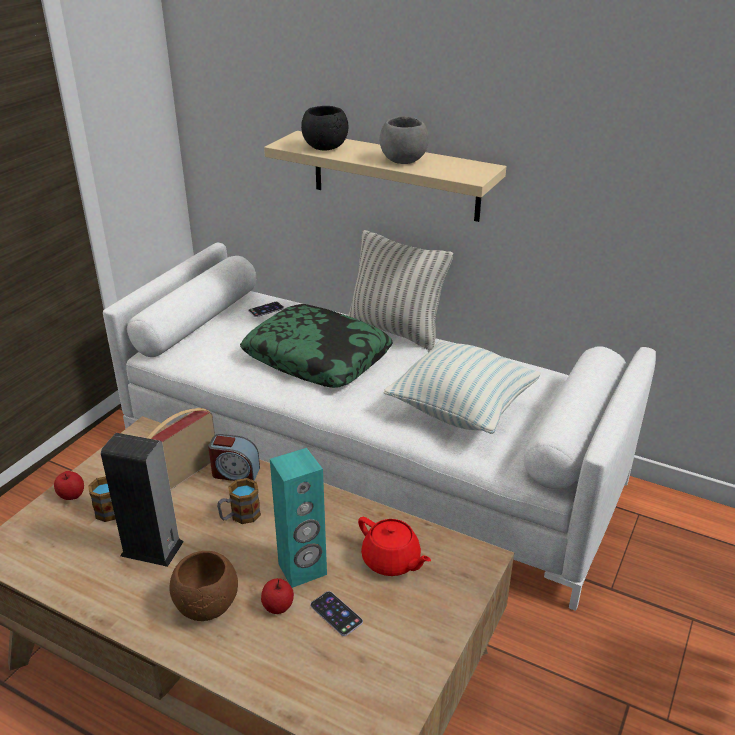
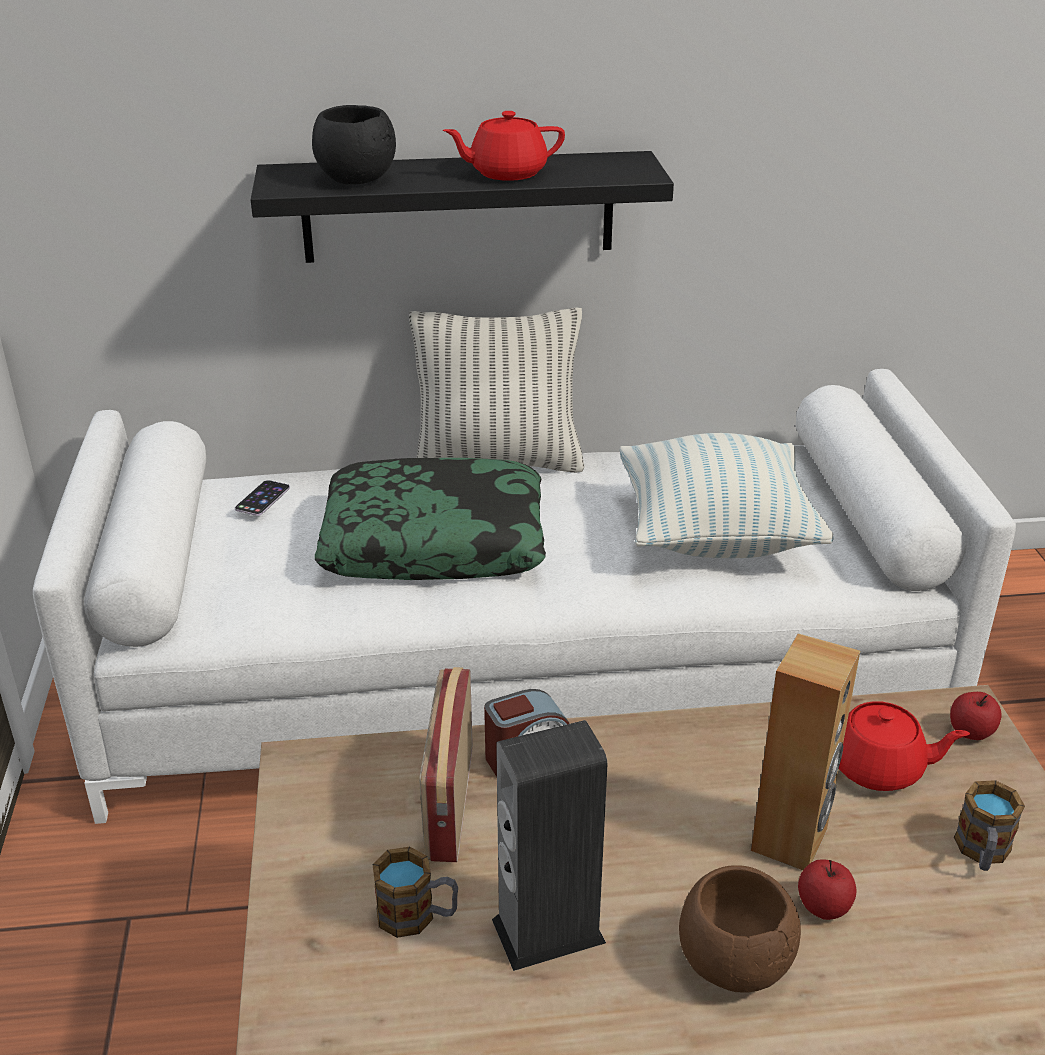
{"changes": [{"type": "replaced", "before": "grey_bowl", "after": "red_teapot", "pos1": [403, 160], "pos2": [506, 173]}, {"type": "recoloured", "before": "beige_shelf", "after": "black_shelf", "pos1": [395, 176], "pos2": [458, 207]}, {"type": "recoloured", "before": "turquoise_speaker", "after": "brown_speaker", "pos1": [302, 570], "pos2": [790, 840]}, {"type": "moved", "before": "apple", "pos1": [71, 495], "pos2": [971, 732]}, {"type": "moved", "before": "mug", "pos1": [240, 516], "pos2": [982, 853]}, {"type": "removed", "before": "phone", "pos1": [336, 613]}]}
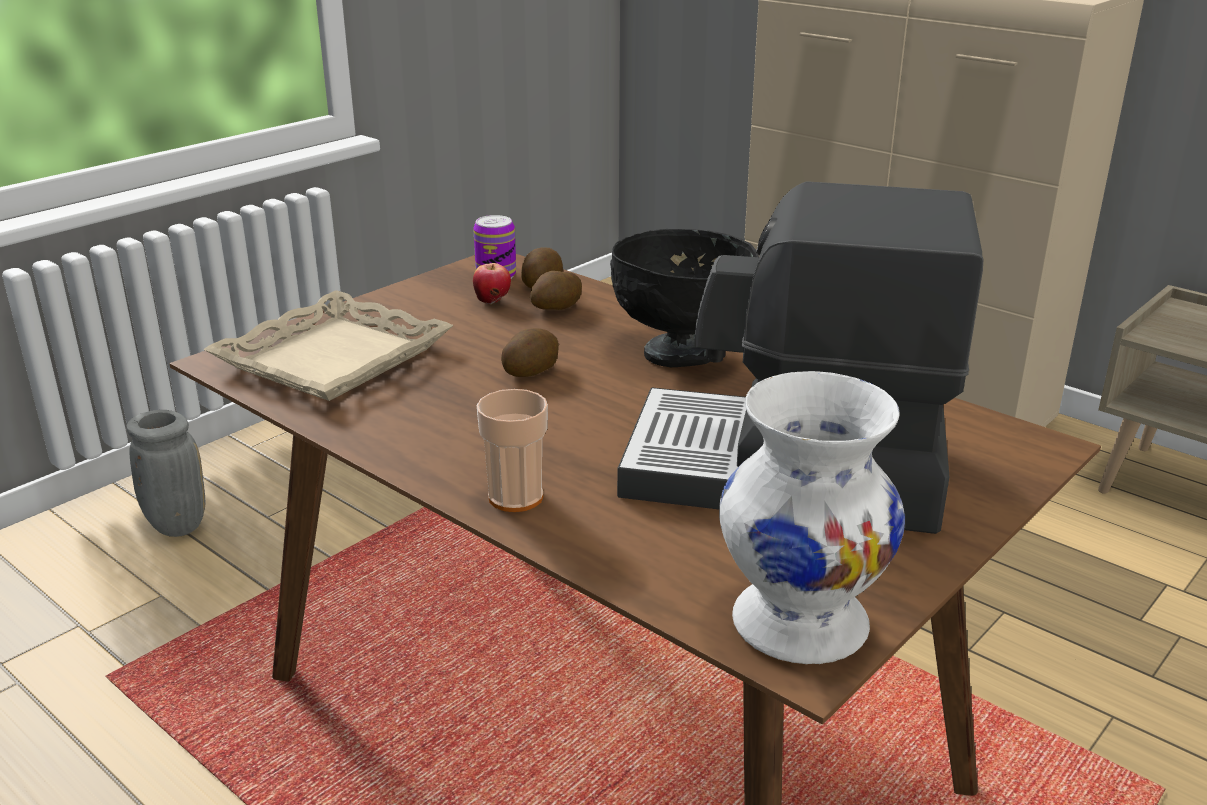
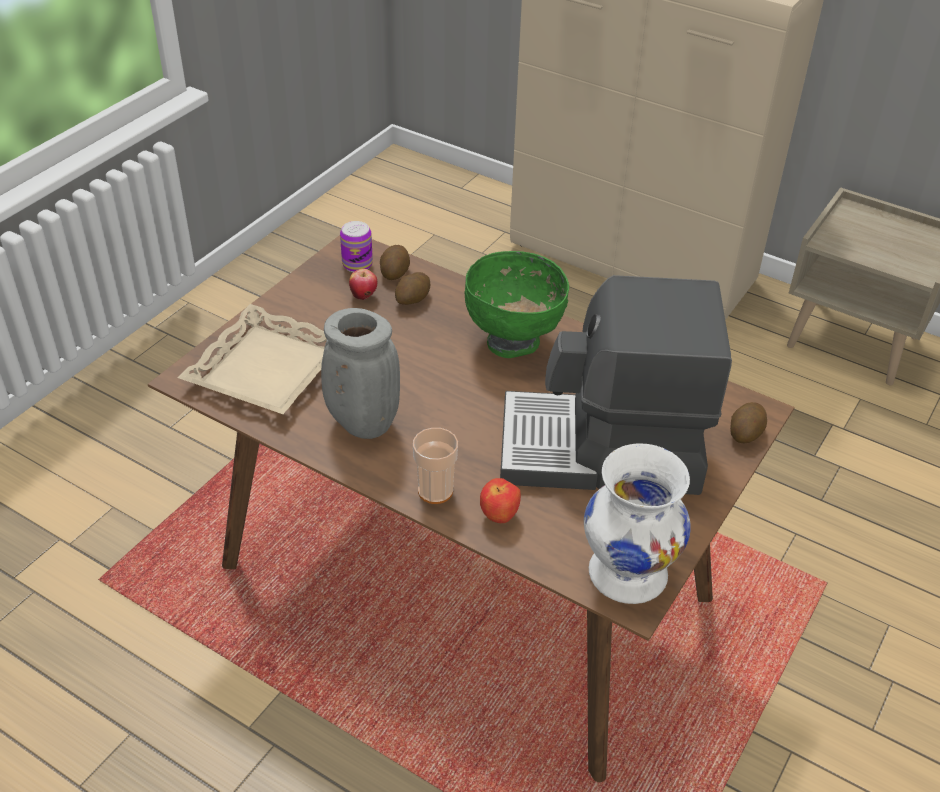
{"changes": [{"type": "recoloured", "before": "black_bowl", "after": "green_bowl", "pos1": [682, 354], "pos2": [513, 342]}, {"type": "moved", "before": "potato", "pos1": [531, 370], "pos2": [745, 433]}, {"type": "moved", "before": "grey_vase", "pos1": [175, 525], "pos2": [361, 424]}, {"type": "added", "after": "apple", "pos2": [499, 516]}]}
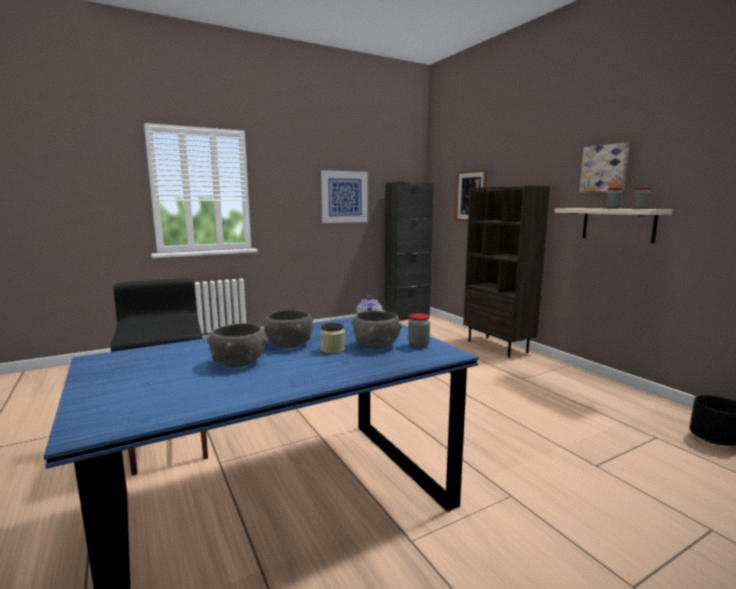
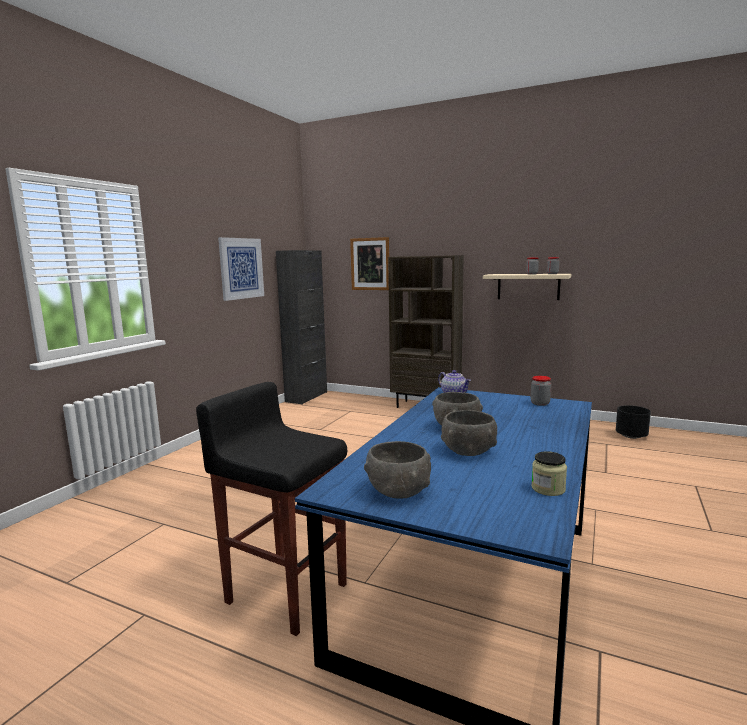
{"changes": [{"type": "removed", "before": "picture", "pos1": [604, 168]}, {"type": "moved", "before": "grey_bowl", "pos1": [376, 345], "pos2": [398, 491]}, {"type": "moved", "before": "jar", "pos1": [332, 349], "pos2": [548, 489]}]}
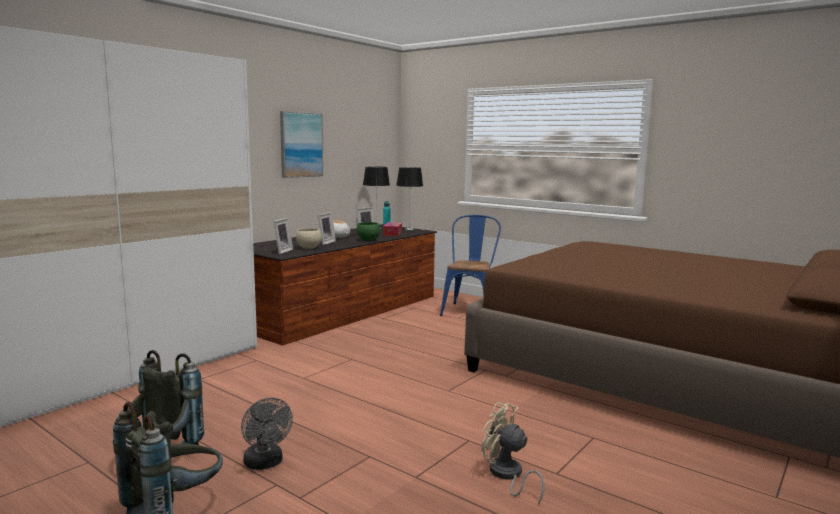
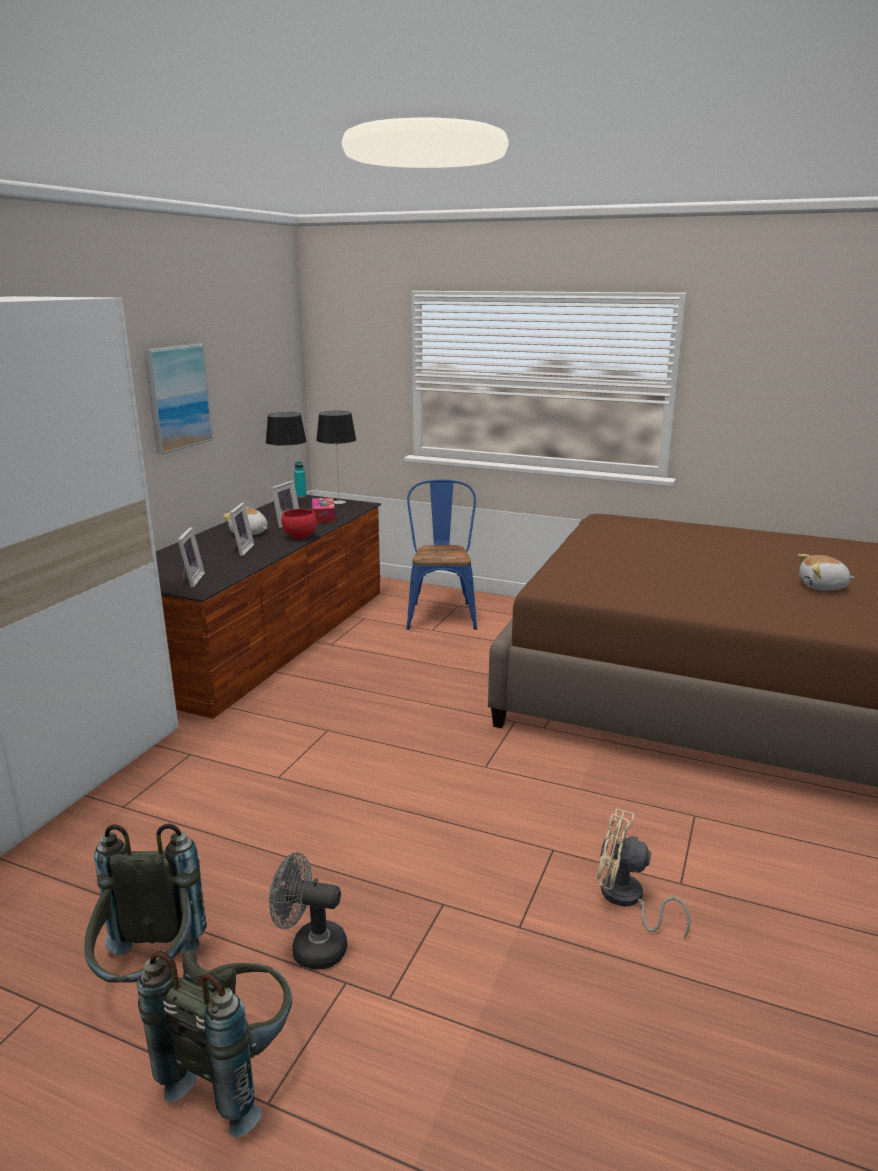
{"changes": [{"type": "recoloured", "before": "green_bowl", "after": "red_bowl", "pos1": [368, 240], "pos2": [300, 537]}, {"type": "removed", "before": "beige_bowl", "pos1": [308, 248]}, {"type": "turned", "before": "grey_fan", "pos1": [265, 463], "pos2": [310, 948], "turn": 150}, {"type": "added", "after": "plush_toy", "pos2": [822, 587]}]}
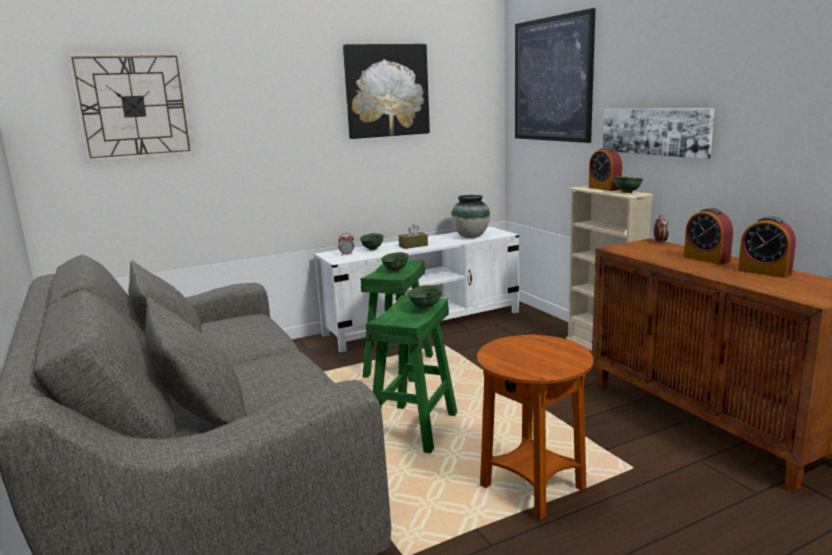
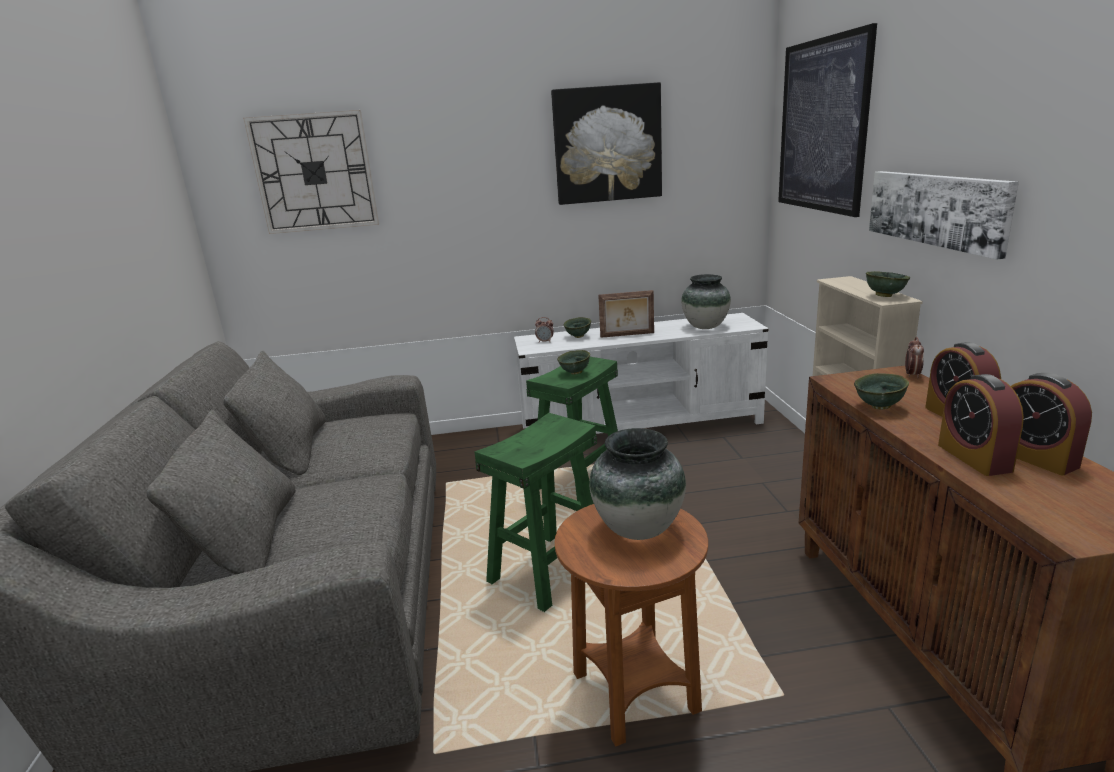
{"changes": [{"type": "moved", "before": "alarm_clock", "pos1": [604, 188], "pos2": [974, 457]}, {"type": "replaced", "before": "brown_tissue_box", "after": "picture_frame", "pos1": [413, 245], "pos2": [627, 335]}, {"type": "moved", "before": "green_bowl", "pos1": [426, 308], "pos2": [879, 407]}, {"type": "added", "after": "vase", "pos2": [638, 529]}]}
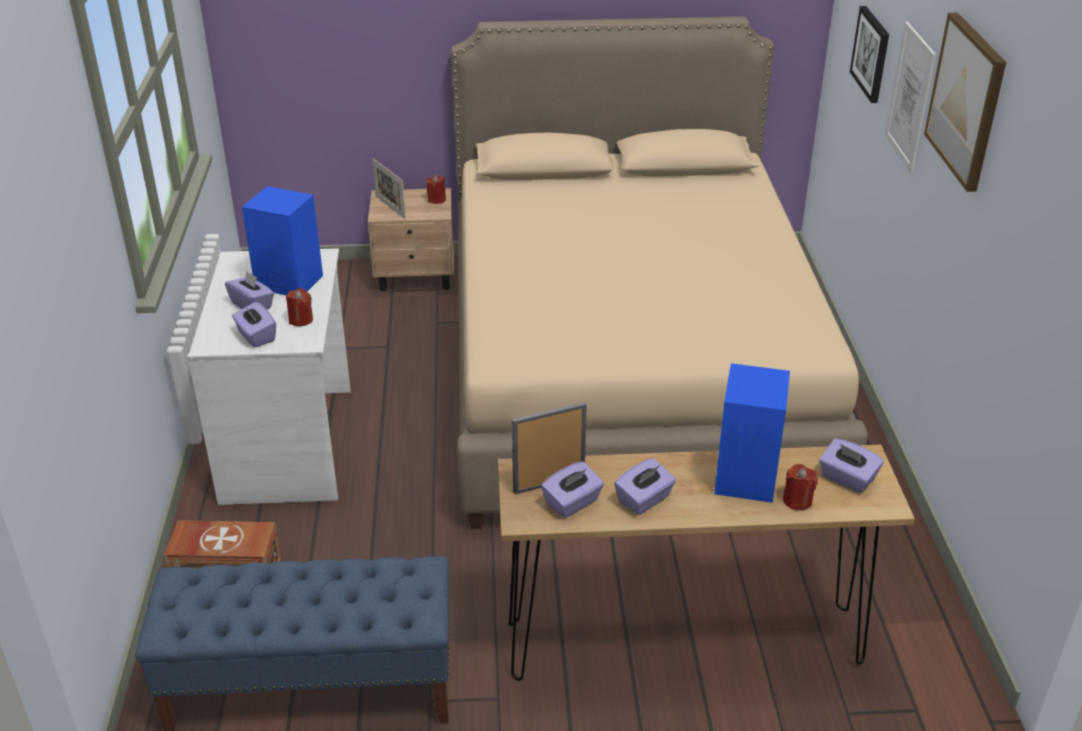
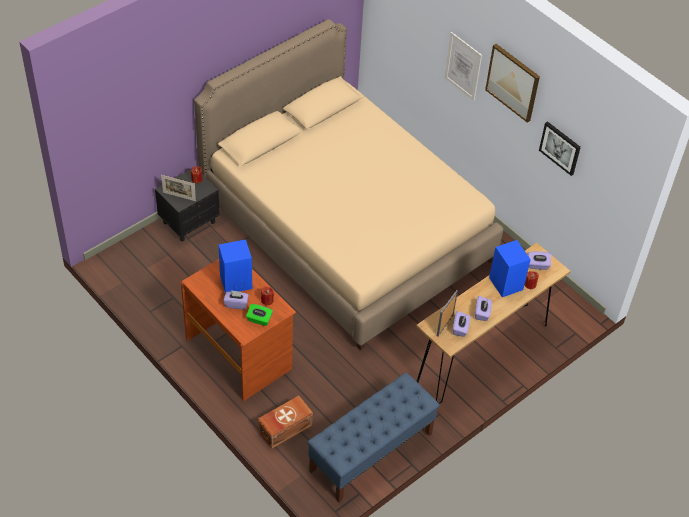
{"changes": [{"type": "moved", "before": "picture", "pos1": [871, 53], "pos2": [560, 147]}, {"type": "recoloured", "before": "beige_nightstand", "after": "black_nightstand", "pos1": [416, 276], "pos2": [190, 222]}, {"type": "recoloured", "before": "white_desk", "after": "brown_desk", "pos1": [290, 444], "pos2": [239, 353]}, {"type": "recoloured", "before": "purple_tissue_box", "after": "green_tissue_box", "pos1": [256, 336], "pos2": [259, 319]}]}
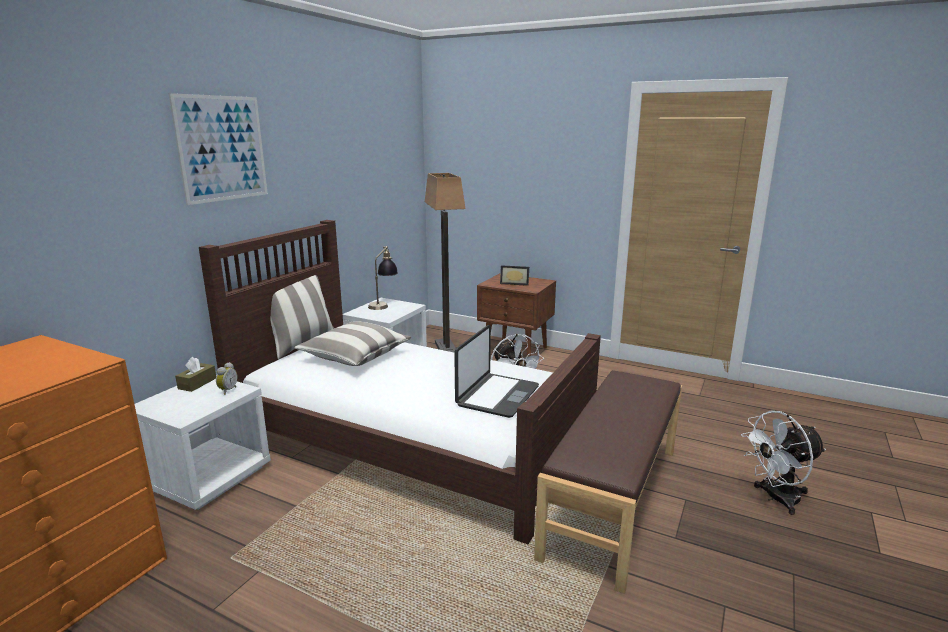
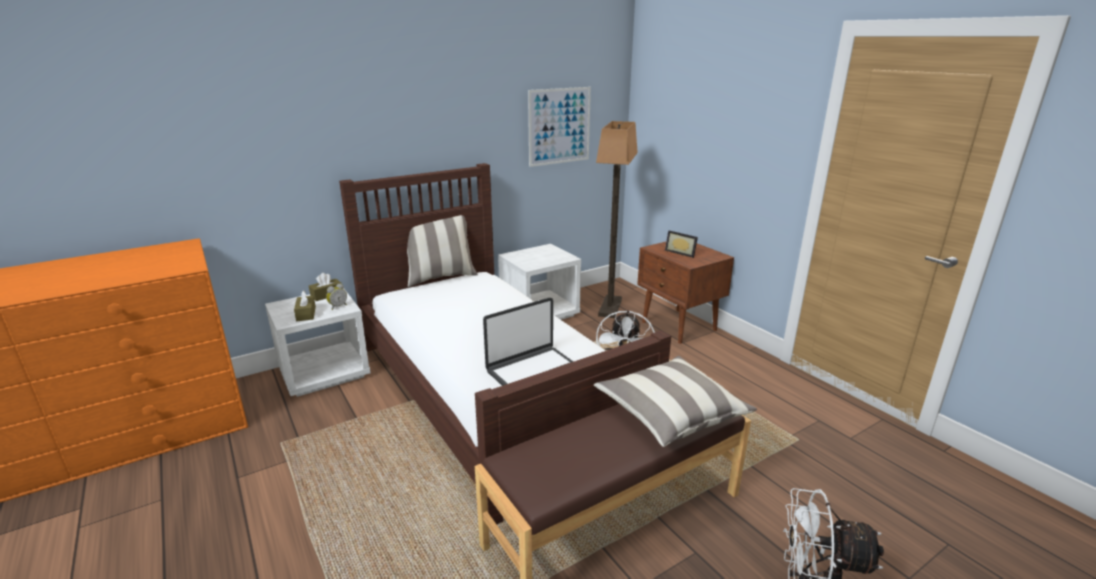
{"changes": [{"type": "moved", "before": "picture", "pos1": [222, 148], "pos2": [559, 126]}, {"type": "removed", "before": "table_lamp", "pos1": [383, 304]}, {"type": "moved", "before": "pillow", "pos1": [355, 356], "pos2": [670, 414]}, {"type": "added", "after": "brown_tissue_box", "pos2": [306, 314]}]}
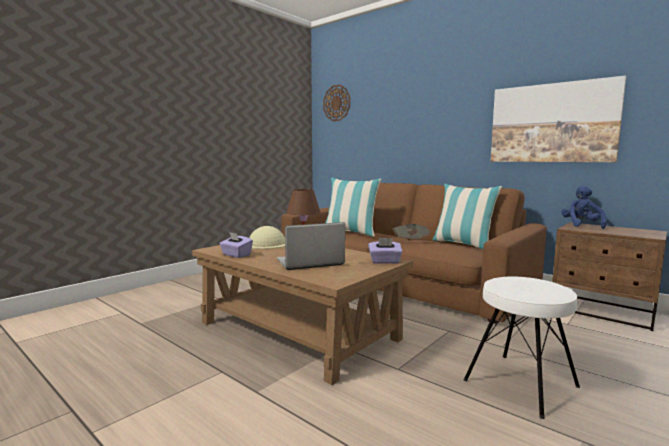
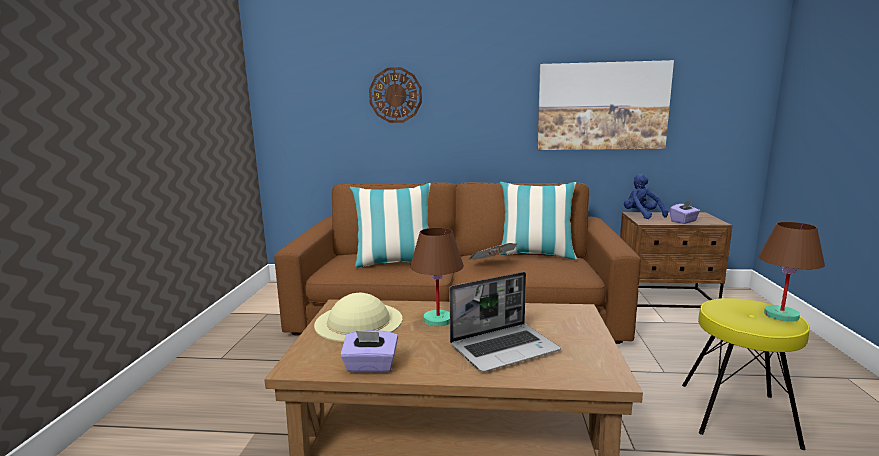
{"changes": [{"type": "moved", "before": "wall_clock", "pos1": [336, 103], "pos2": [395, 95]}, {"type": "turned", "before": "laptop", "pos1": [309, 263], "pos2": [504, 348], "turn": -150}, {"type": "moved", "before": "purple_tissue_box", "pos1": [384, 261], "pos2": [684, 221]}, {"type": "recoloured", "before": "white_stool", "after": "yellow_stool", "pos1": [521, 384], "pos2": [738, 414]}, {"type": "added", "after": "brown_table_lamp", "pos2": [780, 315]}]}
